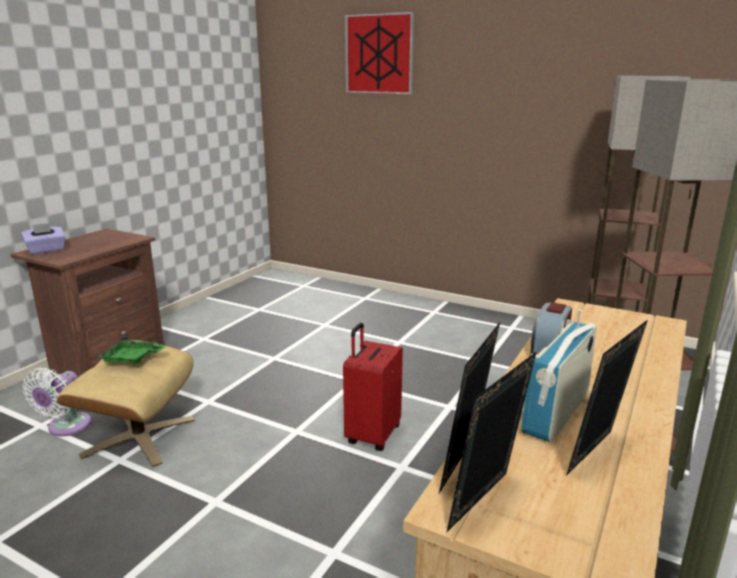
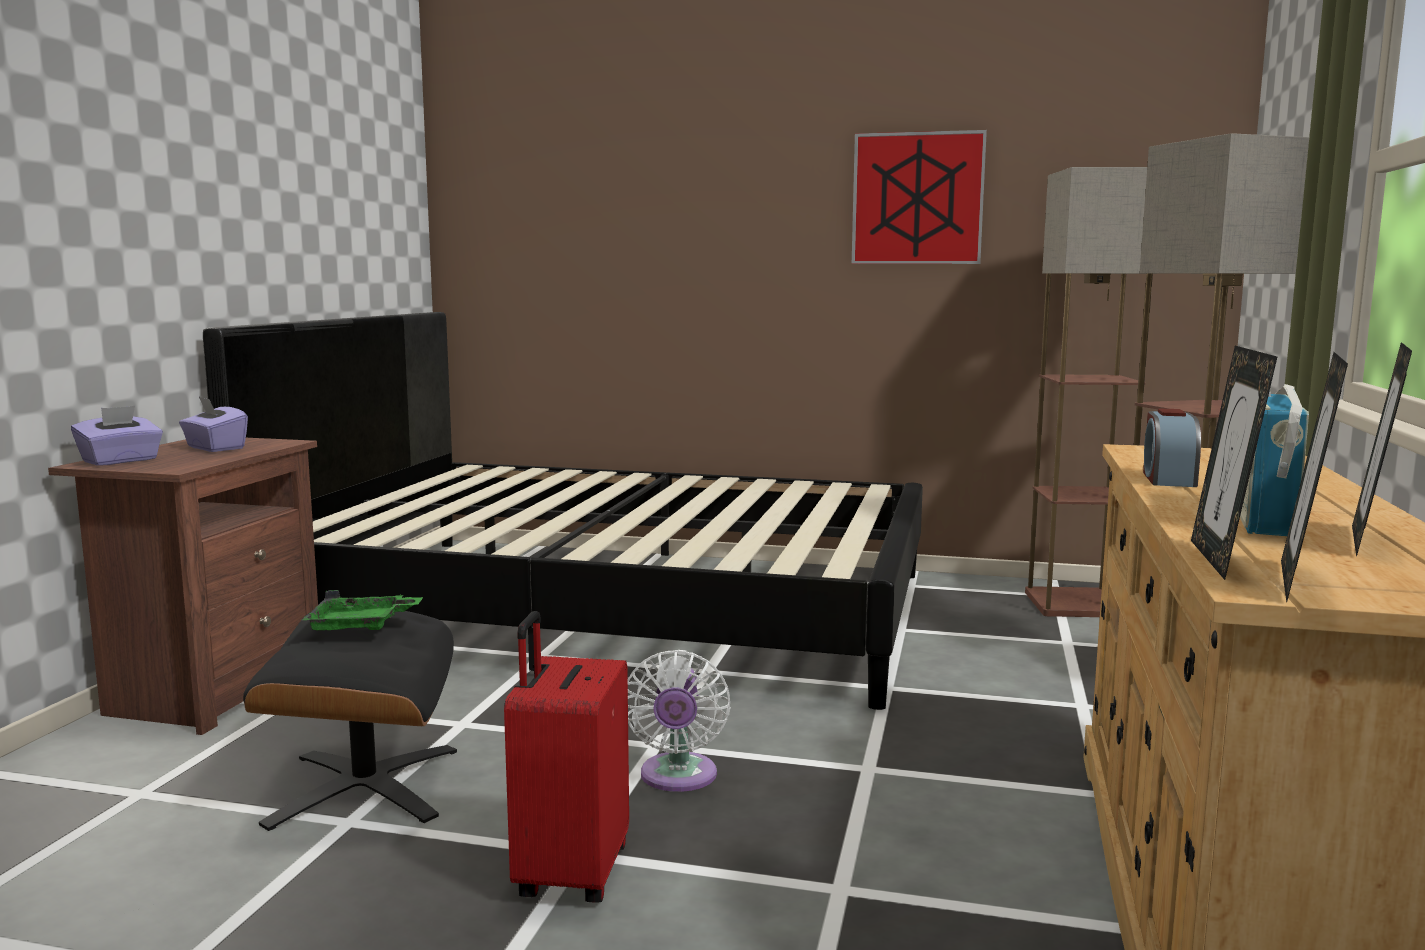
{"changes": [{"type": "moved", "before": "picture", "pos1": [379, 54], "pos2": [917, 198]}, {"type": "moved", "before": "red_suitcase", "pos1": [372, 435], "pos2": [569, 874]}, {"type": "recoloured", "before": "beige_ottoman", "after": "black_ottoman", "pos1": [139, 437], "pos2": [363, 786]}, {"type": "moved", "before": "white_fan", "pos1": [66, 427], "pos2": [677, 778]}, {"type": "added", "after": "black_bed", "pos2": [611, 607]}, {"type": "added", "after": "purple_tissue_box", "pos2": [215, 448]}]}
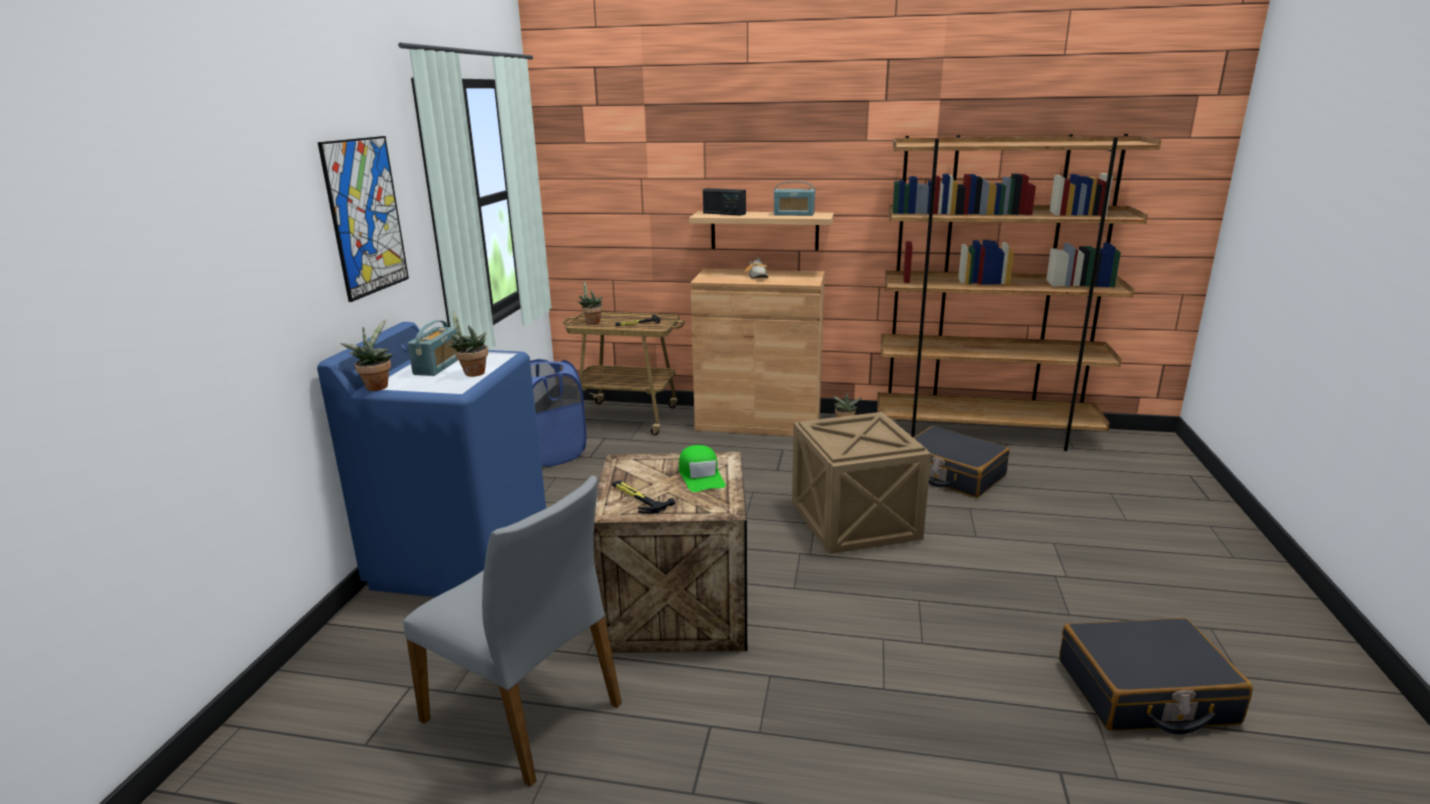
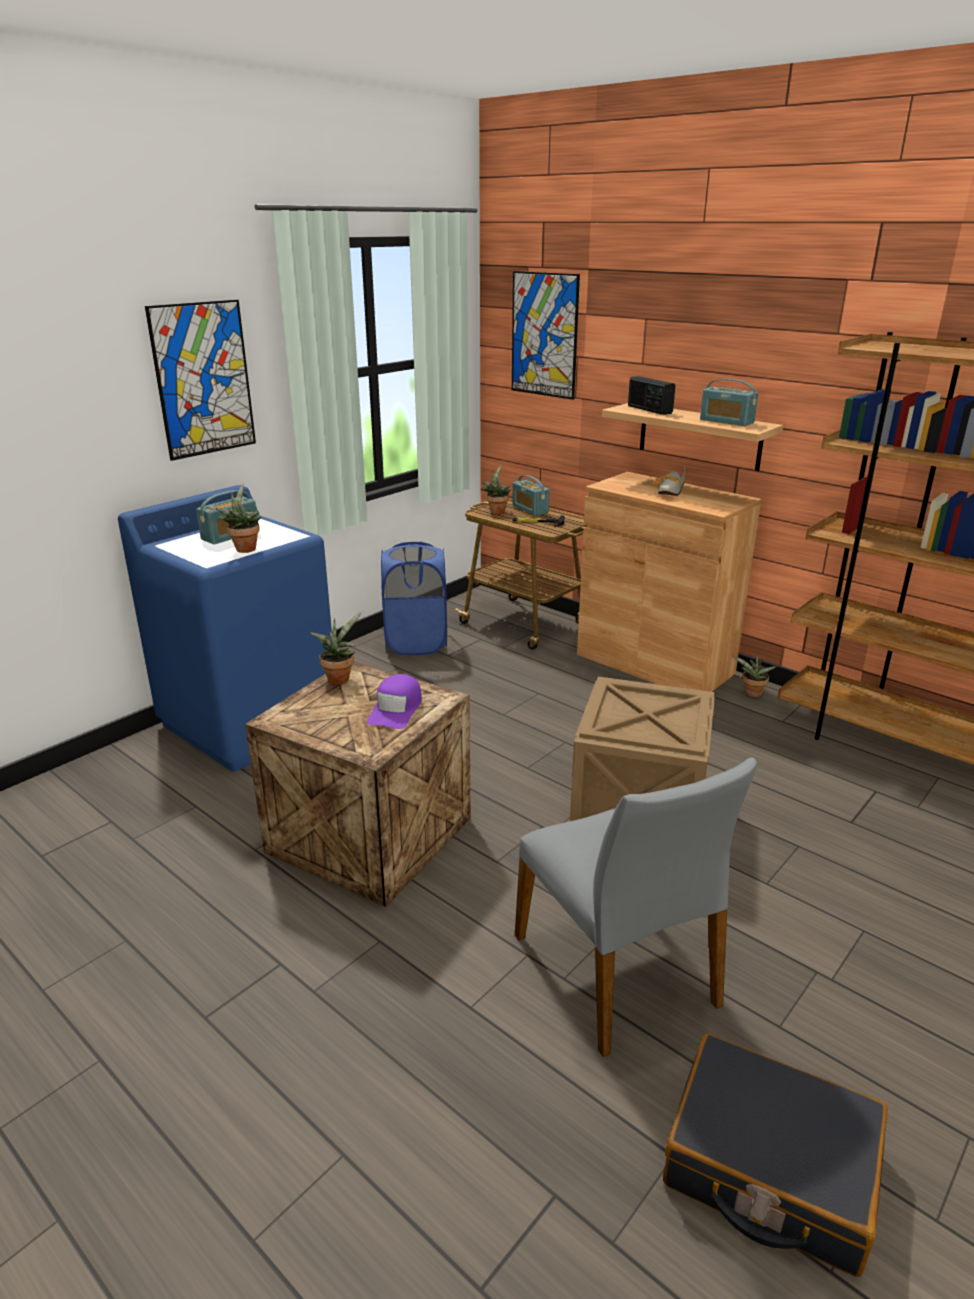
{"changes": [{"type": "moved", "before": "potted_plant", "pos1": [377, 386], "pos2": [339, 678]}, {"type": "removed", "before": "black_suitcase", "pos1": [951, 474]}, {"type": "recoloured", "before": "green_cap", "after": "purple_cap", "pos1": [701, 476], "pos2": [396, 709]}, {"type": "moved", "before": "grey_chair", "pos1": [525, 711], "pos2": [618, 969]}, {"type": "removed", "before": "hammer", "pos1": [637, 498]}, {"type": "added", "after": "picture", "pos2": [544, 335]}, {"type": "added", "after": "radio", "pos2": [530, 509]}]}
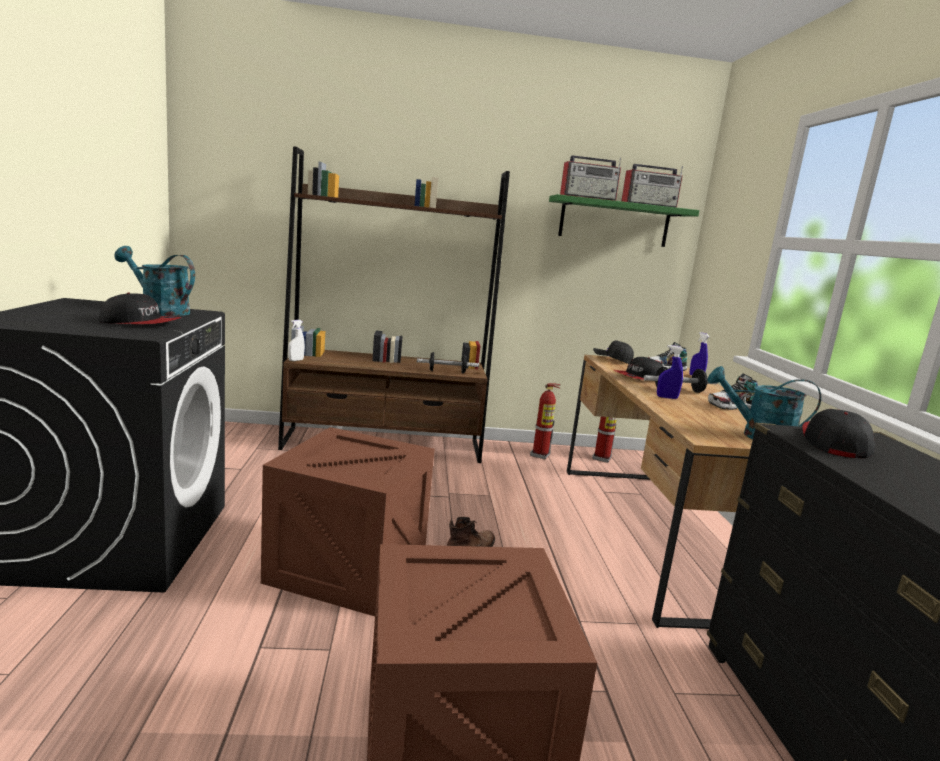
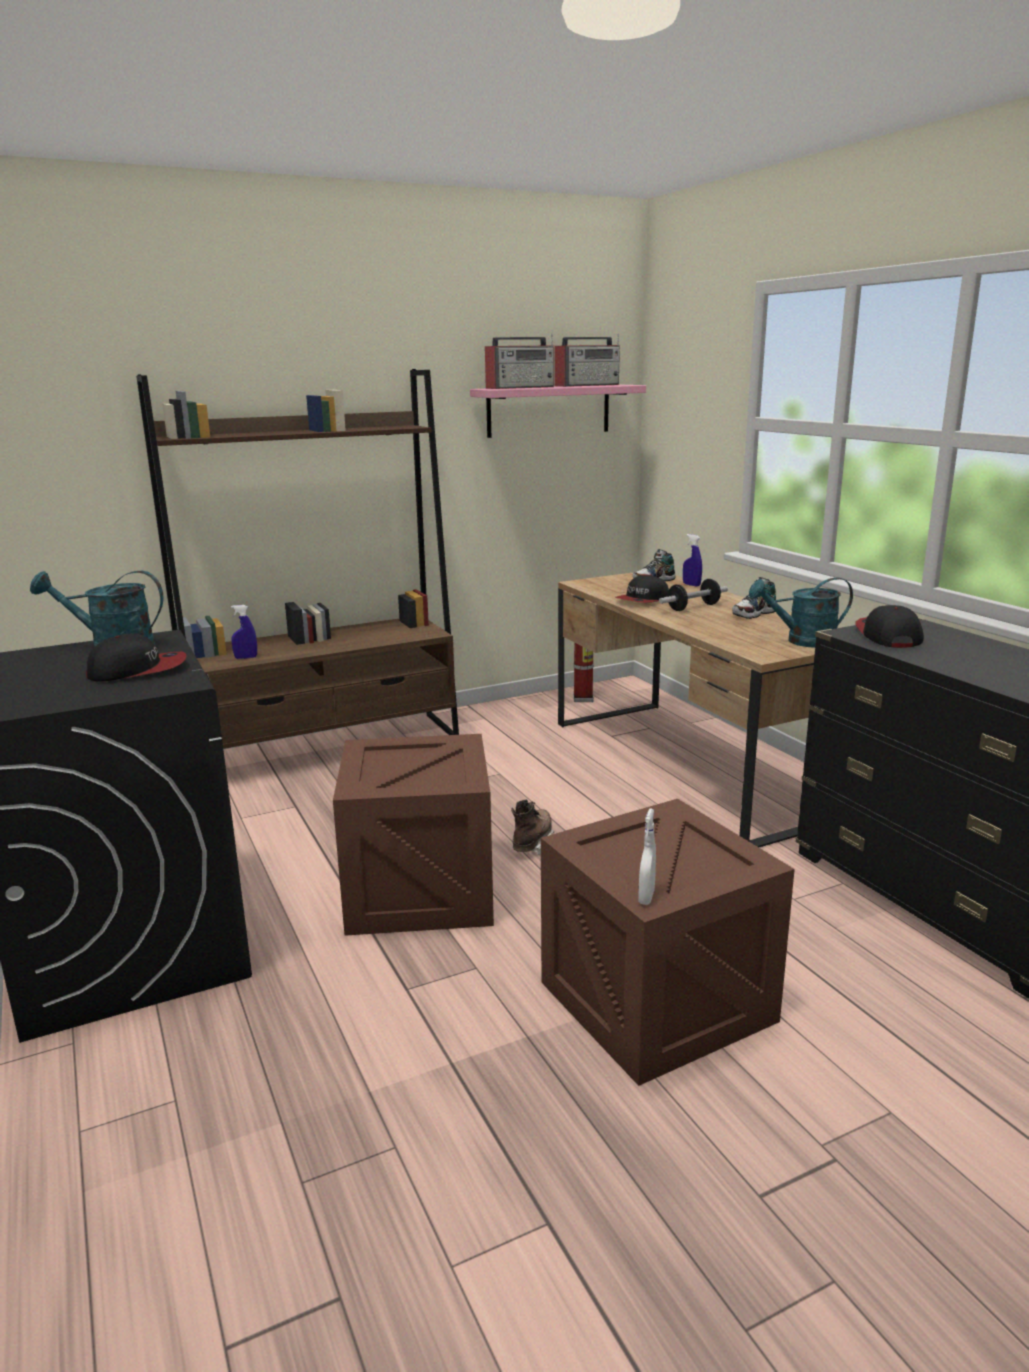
{"changes": [{"type": "recoloured", "before": "green_shelf", "after": "pink_shelf", "pos1": [614, 222], "pos2": [549, 410]}, {"type": "moved", "before": "white_spray_bottle", "pos1": [296, 360], "pos2": [646, 897]}, {"type": "removed", "before": "black_cap", "pos1": [612, 360]}, {"type": "moved", "before": "blue_spray_bottle", "pos1": [667, 397], "pos2": [246, 657]}, {"type": "removed", "before": "dumbbell", "pos1": [447, 372]}, {"type": "removed", "before": "fire_extinguisher", "pos1": [540, 455]}]}
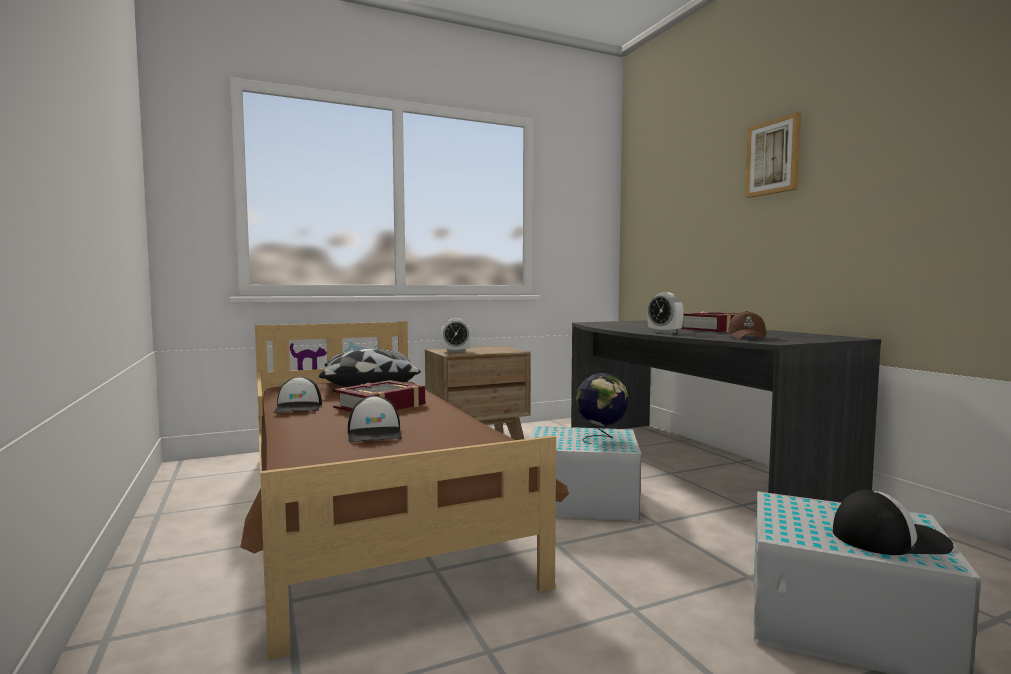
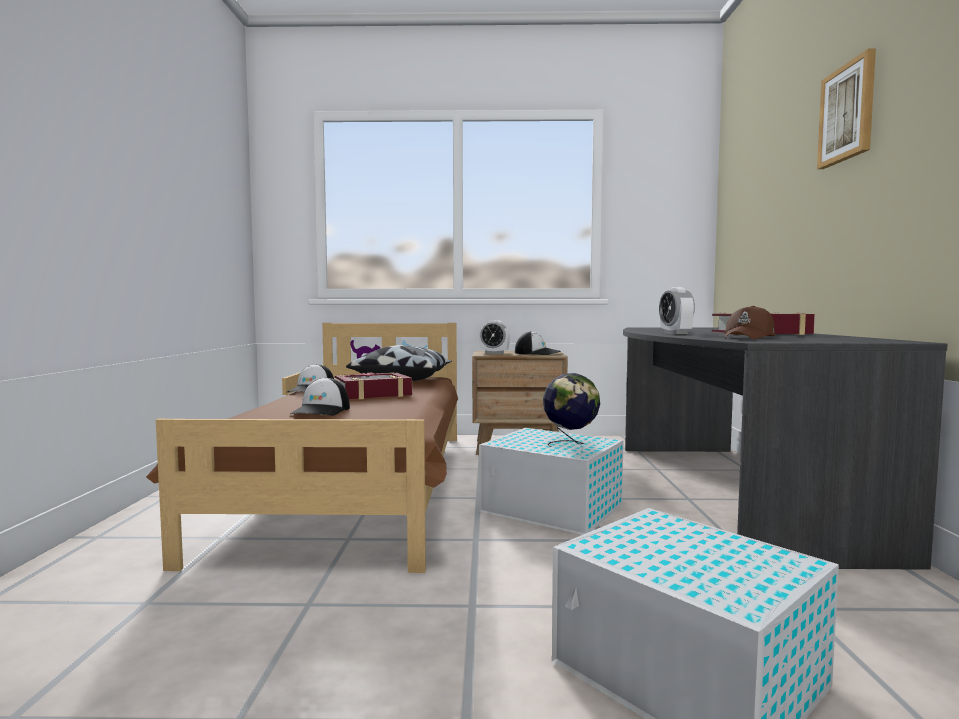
{"changes": [{"type": "moved", "before": "cap", "pos1": [888, 538], "pos2": [537, 353]}]}
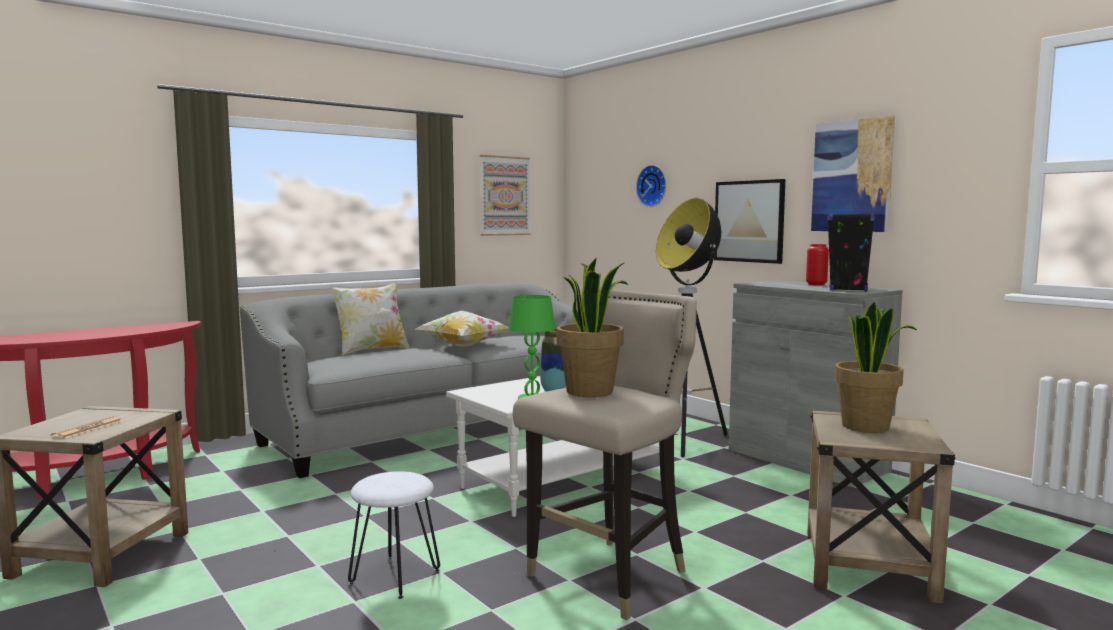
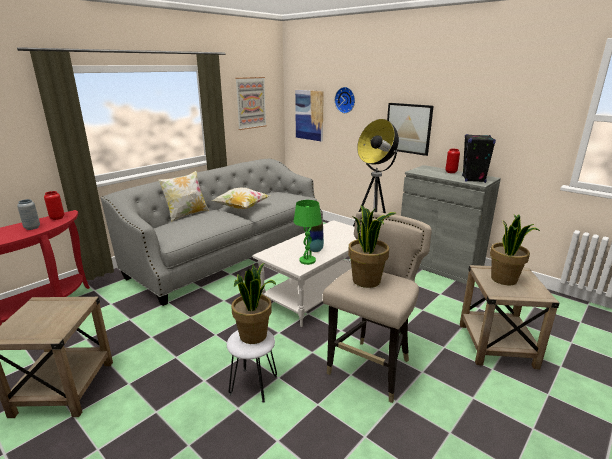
{"changes": [{"type": "moved", "before": "picture", "pos1": [852, 176], "pos2": [309, 115]}, {"type": "removed", "before": "newspaper", "pos1": [88, 429]}, {"type": "added", "after": "red_vase", "pos2": [57, 218]}, {"type": "added", "after": "grey_vase", "pos2": [32, 227]}, {"type": "added", "after": "potted_plant", "pos2": [254, 336]}]}
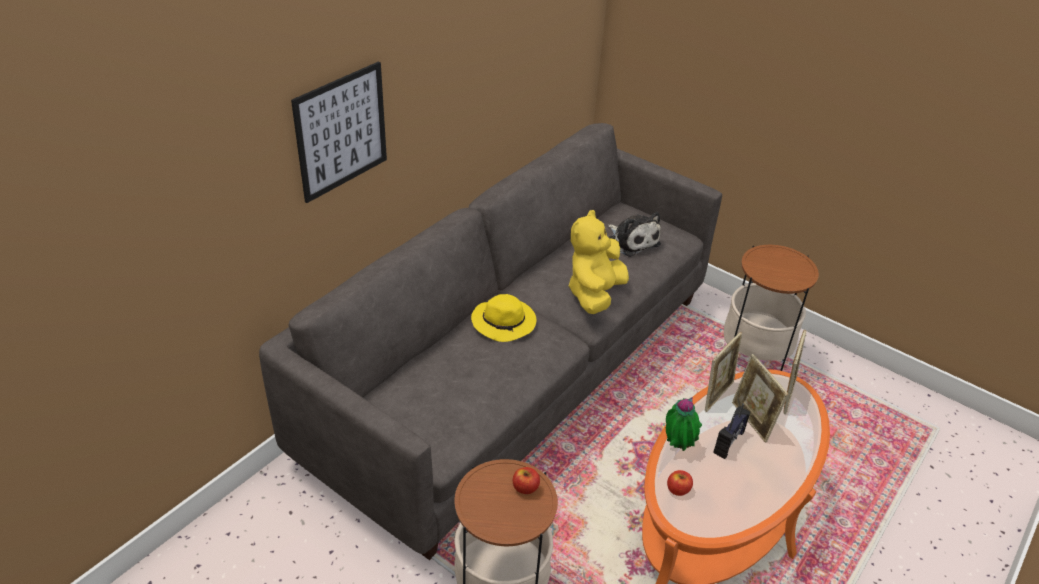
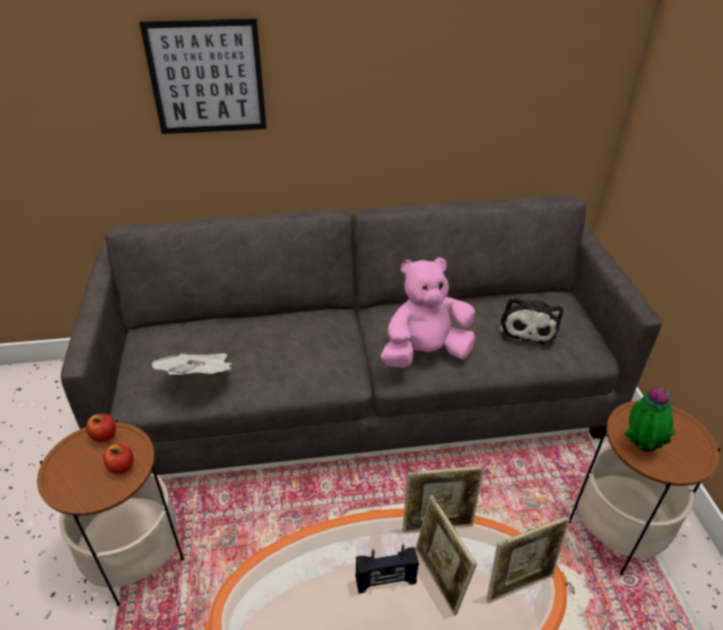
{"changes": [{"type": "recoloured", "before": "yellow_plush_toy", "after": "pink_plush_toy", "pos1": [594, 294], "pos2": [425, 353]}, {"type": "removed", "before": "yellow_hat", "pos1": [505, 322]}, {"type": "turned", "before": "picture_frame", "pos1": [751, 421], "pos2": [438, 579], "turn": -45}, {"type": "moved", "before": "potted_plant", "pos1": [677, 446], "pos2": [639, 445]}, {"type": "moved", "before": "apple", "pos1": [678, 489], "pos2": [104, 435]}, {"type": "added", "after": "newspaper", "pos2": [199, 377]}]}
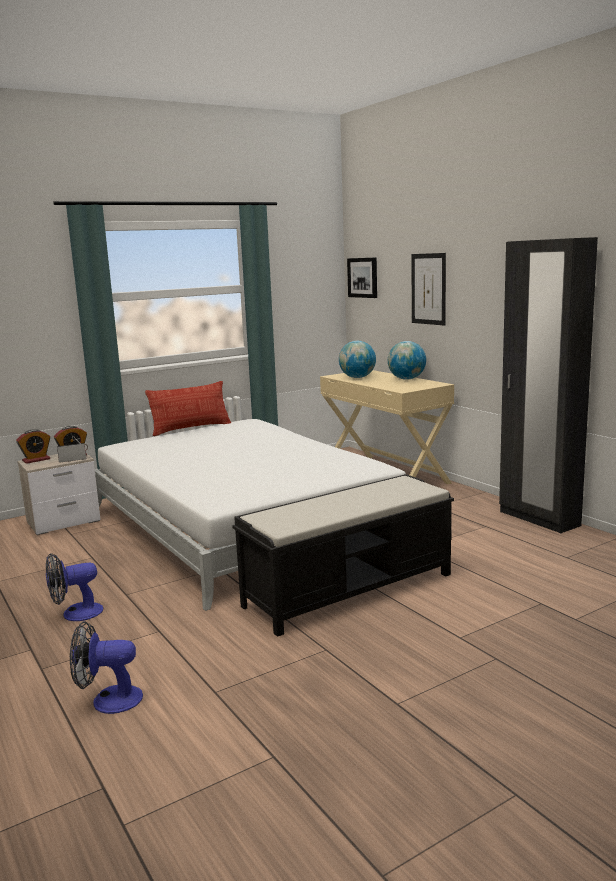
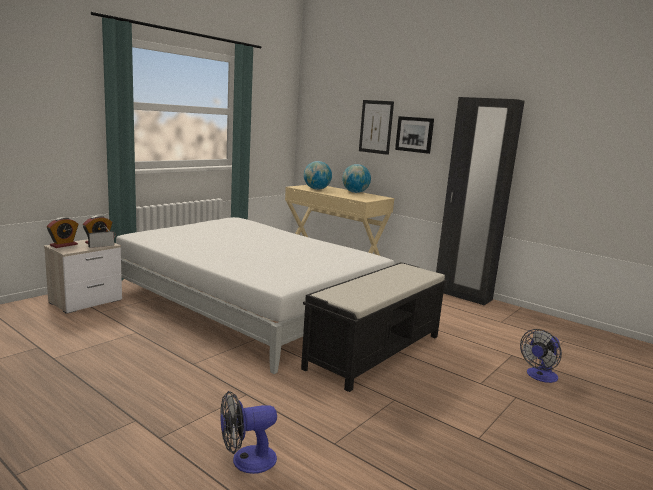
{"changes": [{"type": "moved", "before": "picture", "pos1": [363, 277], "pos2": [414, 134]}, {"type": "removed", "before": "pillow", "pos1": [191, 428]}, {"type": "moved", "before": "fan", "pos1": [75, 614], "pos2": [539, 377]}]}
